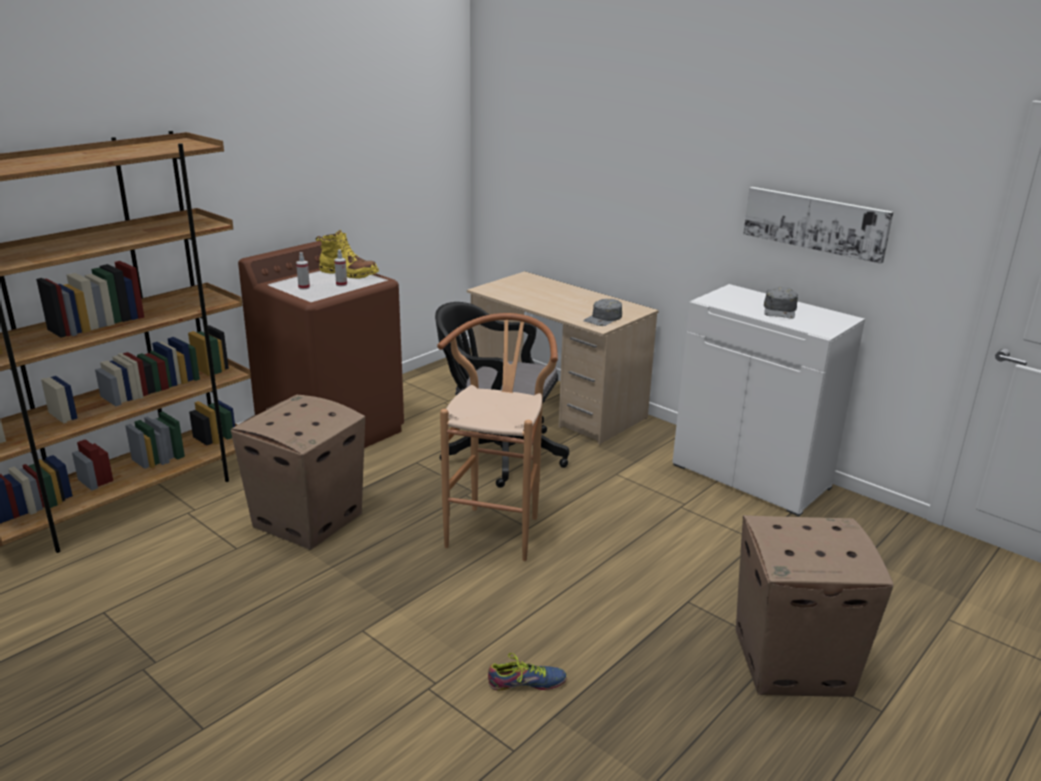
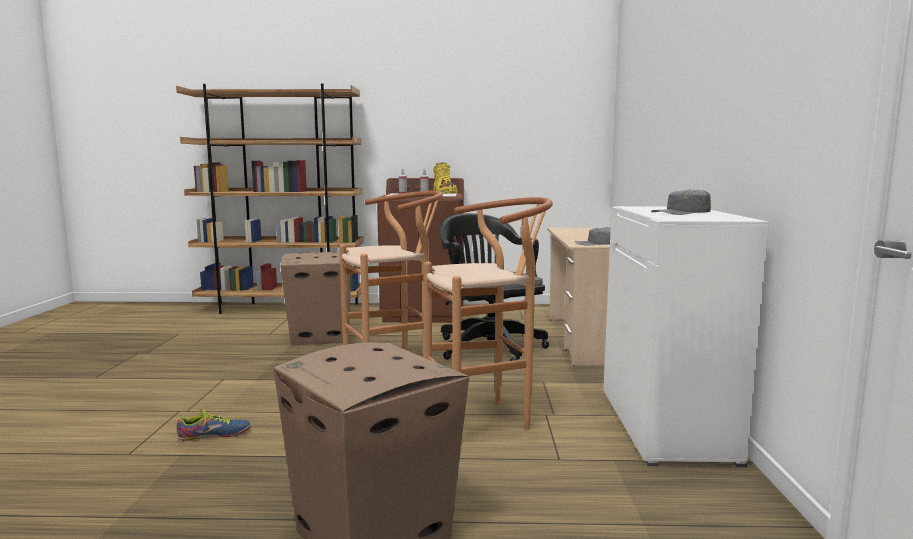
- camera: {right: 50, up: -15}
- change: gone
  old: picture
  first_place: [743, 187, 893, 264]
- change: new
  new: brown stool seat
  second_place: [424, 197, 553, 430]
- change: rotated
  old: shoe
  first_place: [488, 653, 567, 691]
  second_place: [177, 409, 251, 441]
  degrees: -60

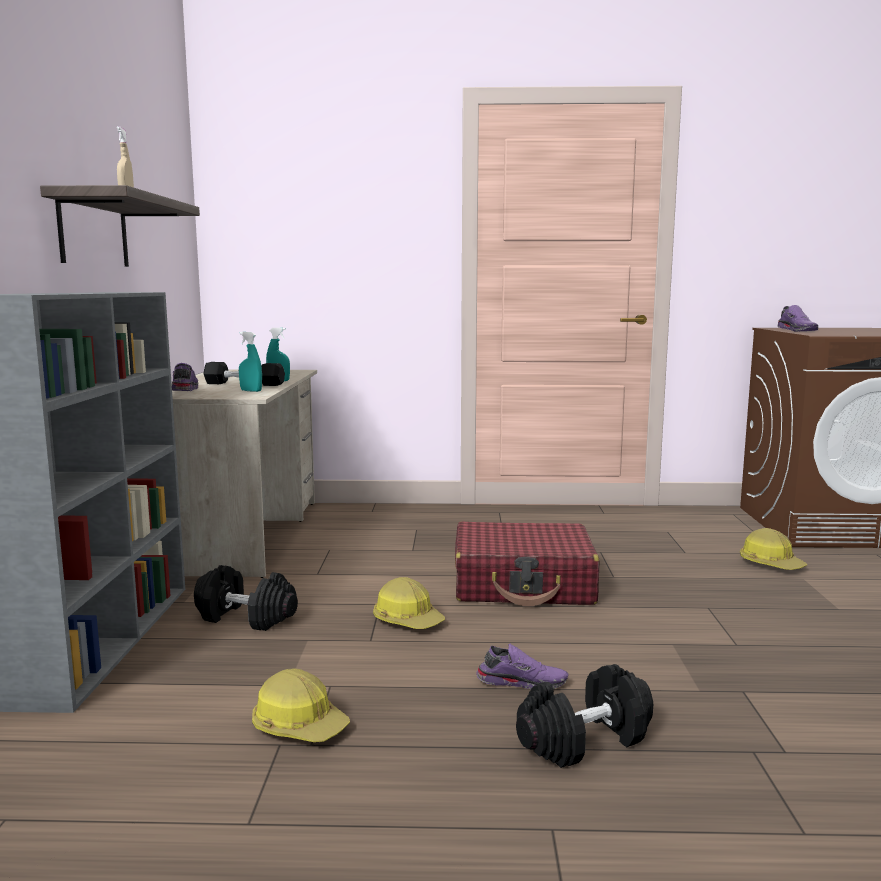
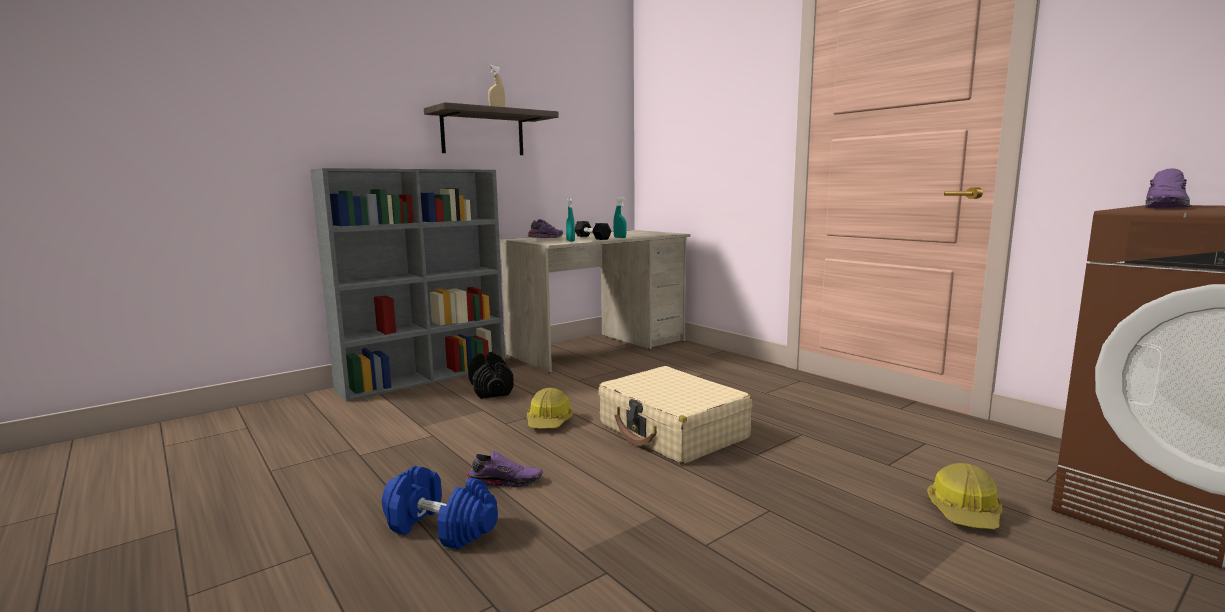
- camera: {right: 50, up: 0}
- change: gone
  old: hard hat
  first_place: [252, 668, 350, 742]
- change: repainted
  old: red suitcase
  new: beige suitcase
  first_place: [455, 521, 600, 606]
  second_place: [598, 366, 752, 464]
- change: repainted
  old: black free weight
  new: blue free weight
  first_place: [516, 664, 653, 768]
  second_place: [382, 466, 498, 550]
- change: rotated
  old: purple-coloured shoe
  first_place: [477, 644, 568, 689]
  second_place: [466, 451, 543, 487]
  degrees: -60

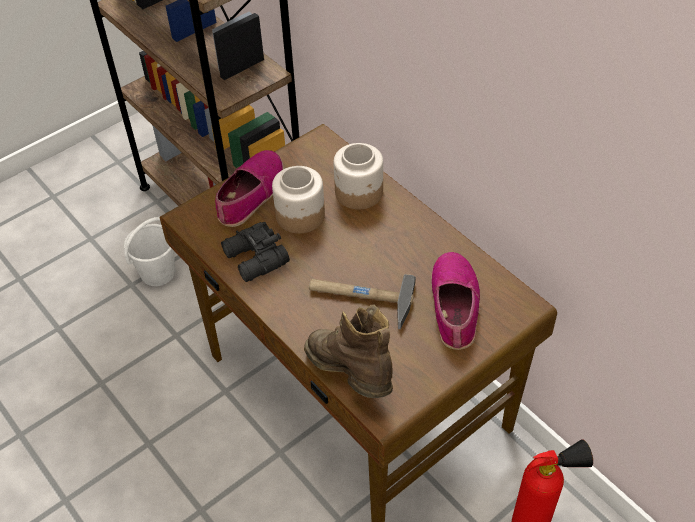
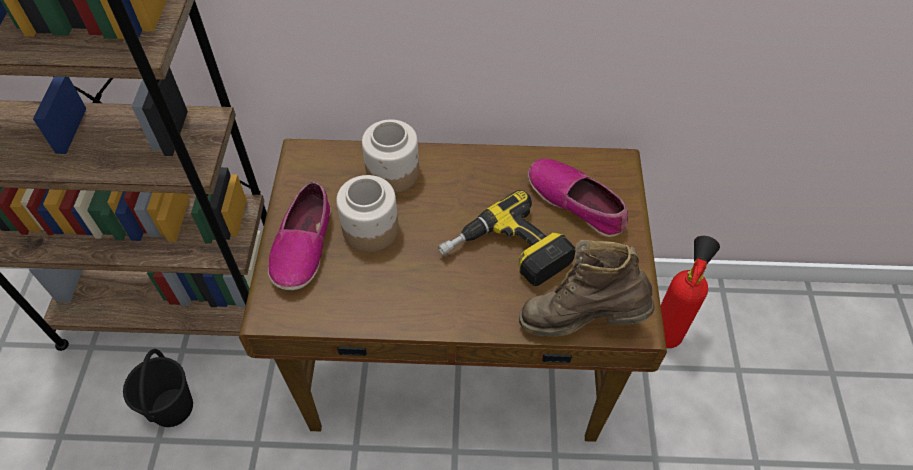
- camera: {right: -50, up: 5}
- change: gone
  old: black pair of binoculars
  first_place: [221, 222, 290, 282]
- change: swapped
  old: tool hammer
  new: electric drill
  first_place: [309, 274, 416, 330]
  second_place: [438, 190, 576, 286]
- change: repainted
  old: white bucket
  new: black bucket
  first_place: [124, 217, 175, 286]
  second_place: [123, 349, 193, 427]
- change: rotated
  old: shoe
  first_place: [215, 150, 284, 227]
  second_place: [268, 181, 331, 290]
  degrees: -150

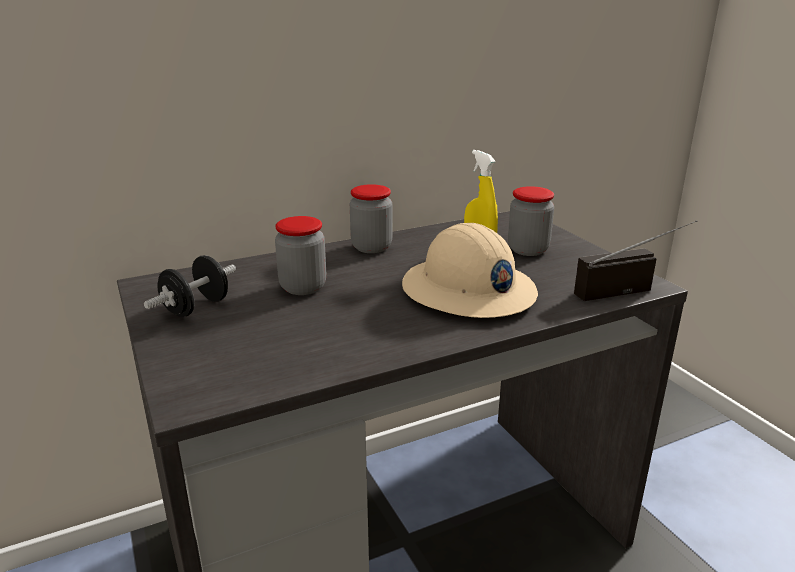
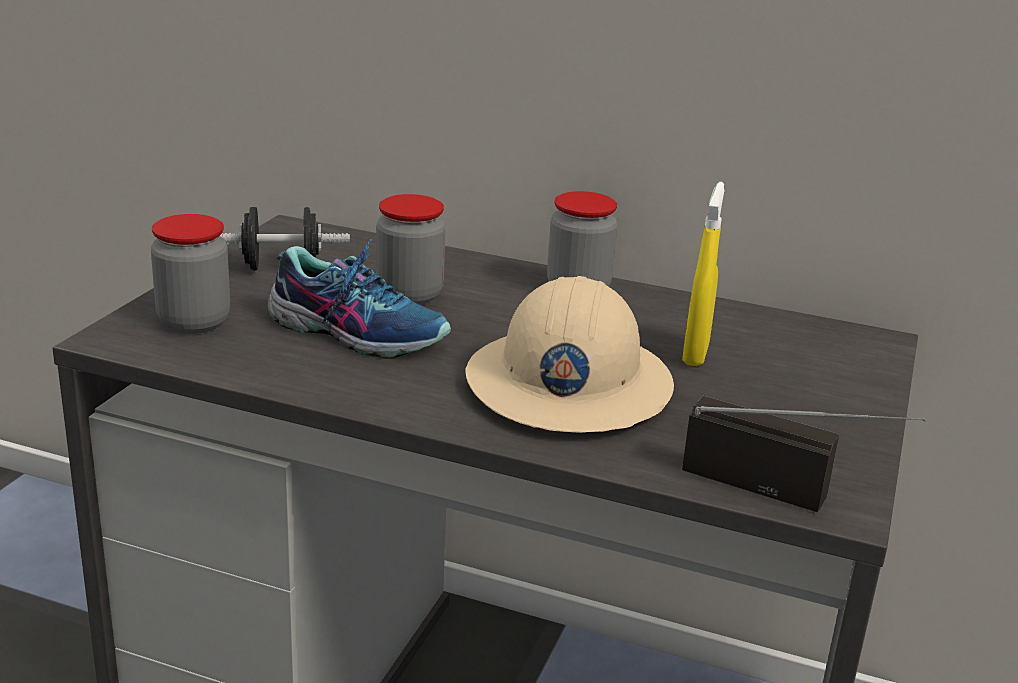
- camera: {right: 45, up: 0}
- change: new
  new: shoe
  second_place: [268, 239, 451, 359]
- change: shifted
  old: storage jar
  first_place: [508, 186, 554, 256]
  second_place: [151, 214, 230, 334]

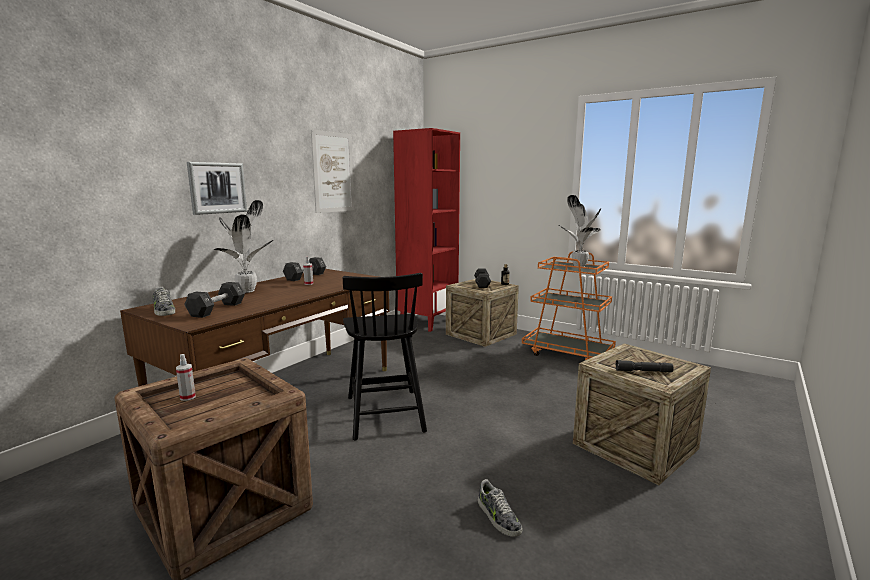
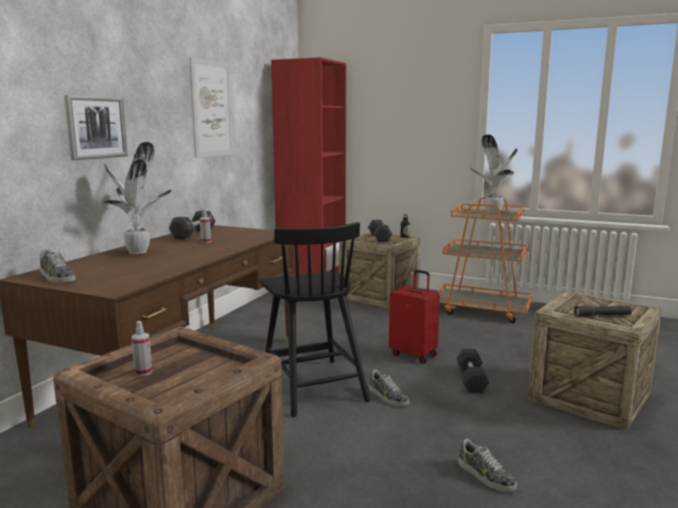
- camera: {right: -10, up: 0}
- change: new
  new: shoe
  second_place: [369, 370, 409, 407]
- change: new
  new: red suitcase
  second_place: [389, 270, 440, 363]
- change: shifted
  old: black free weight
  first_place: [184, 282, 245, 318]
  second_place: [456, 349, 490, 393]

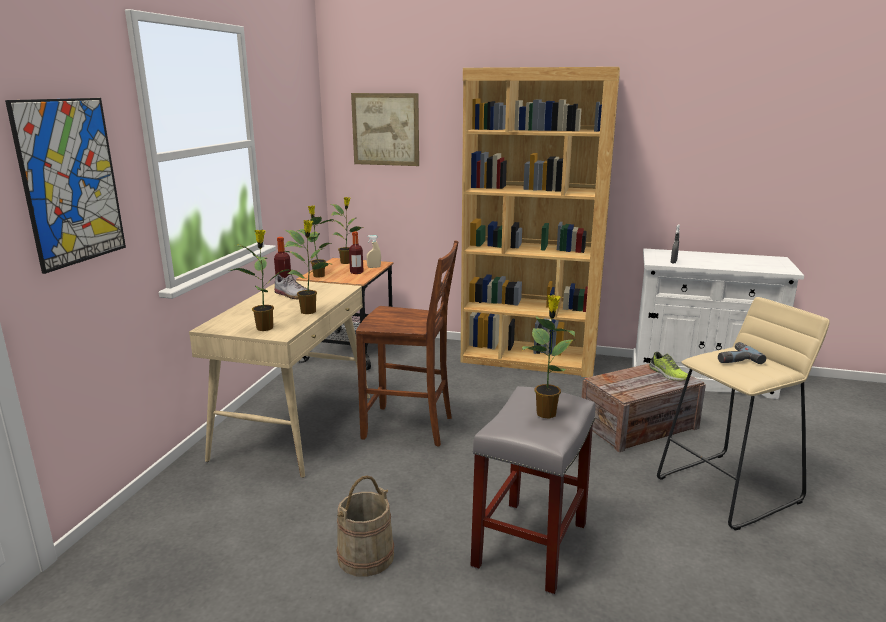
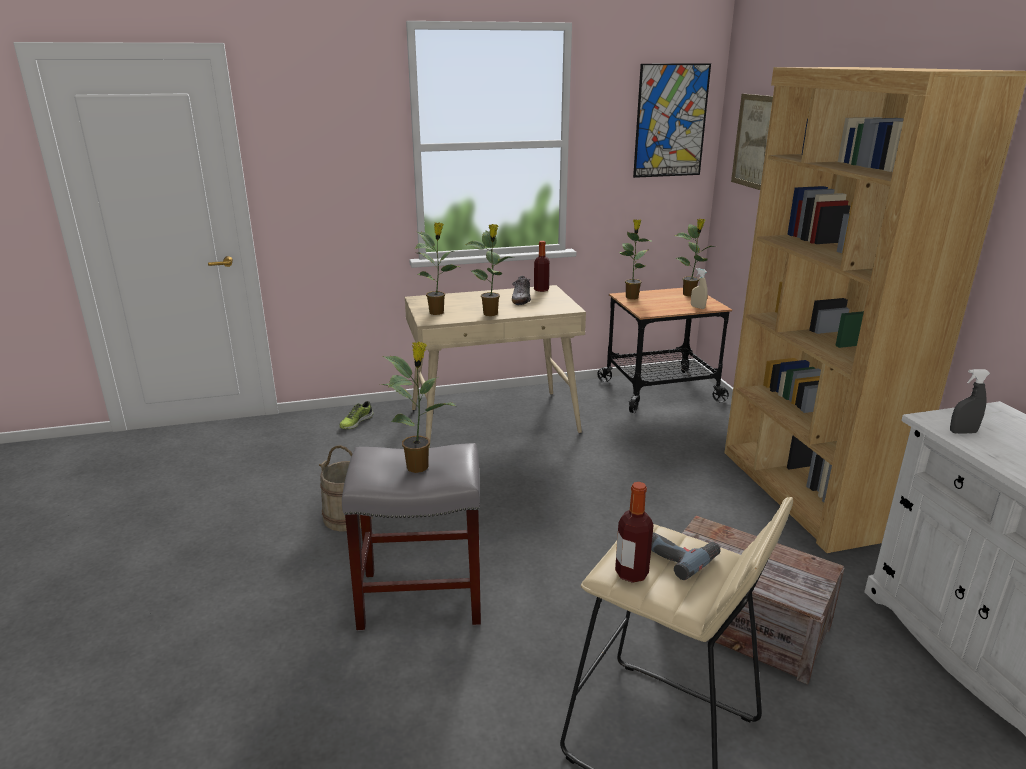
- camera: {right: 60, up: 5}
- change: gone
  old: brown plain chair
  first_place: [356, 240, 458, 447]
- change: shifted
  old: picture
  first_place: [5, 98, 126, 274]
  second_place: [633, 63, 711, 178]
- change: shifted
  old: beverage bottle
  first_place: [349, 232, 363, 274]
  second_place: [615, 482, 653, 583]
- change: shifted
  old: shoe
  first_place: [649, 352, 688, 381]
  second_place: [339, 401, 373, 429]

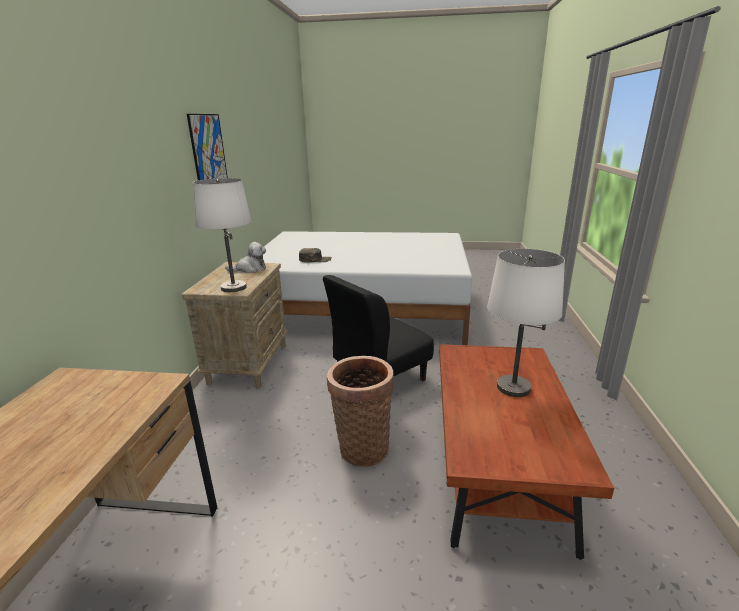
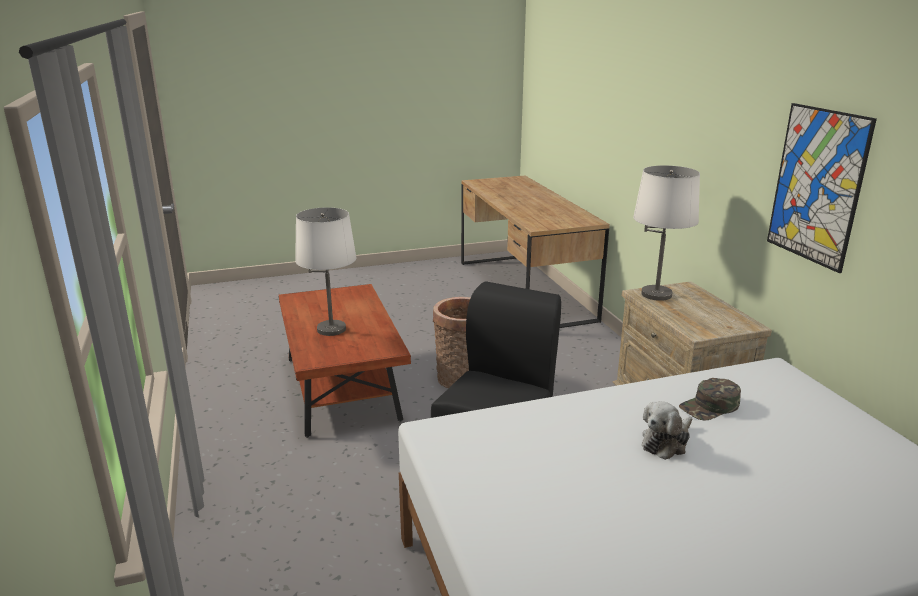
- camera: {right: 155, up: 0}
- change: shifted
  old: plush toy
  first_place: [225, 242, 266, 273]
  second_place: [642, 401, 692, 460]

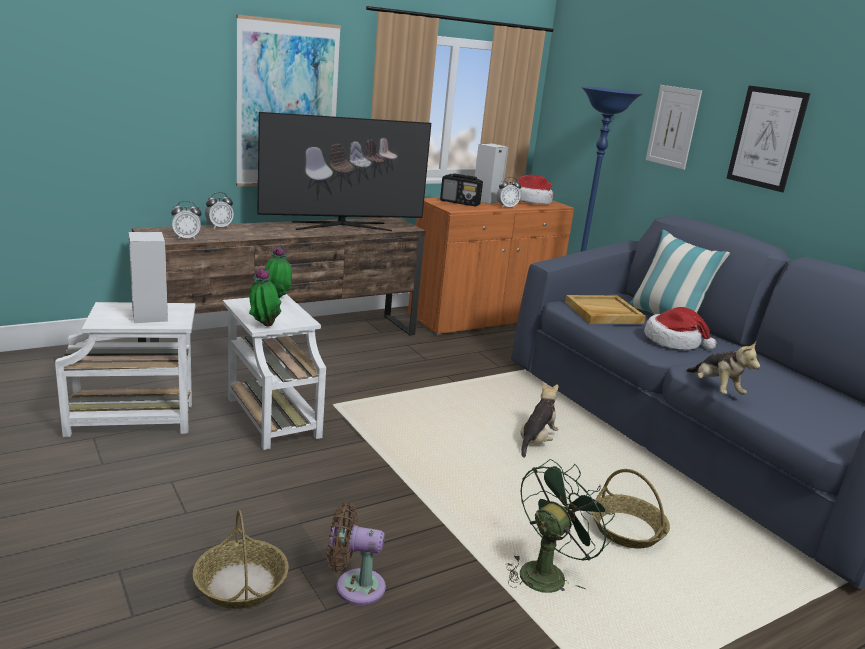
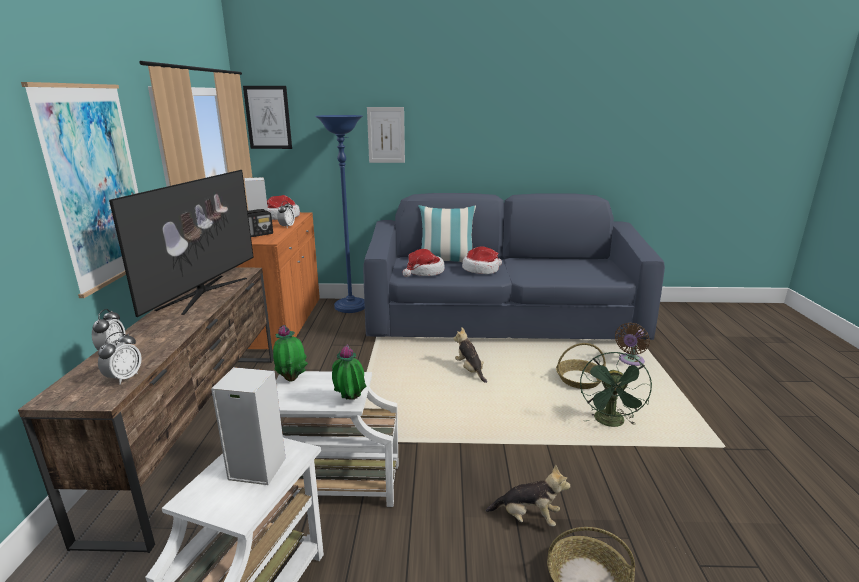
- camera: {right: -55, up: 0}
- change: shifted
  old: brown fan
  first_place: [327, 502, 386, 605]
  second_place: [615, 323, 650, 366]
- change: shifted
  old: plush toy
  first_place: [686, 342, 760, 395]
  second_place: [485, 464, 571, 527]
- change: shifted
  old: picture
  first_place: [726, 86, 811, 192]
  second_place: [243, 86, 292, 149]
- change: swapped
  old: beige tray
  new: clothing hat
  first_place: [565, 295, 646, 324]
  second_place: [403, 249, 445, 277]
- change: rotated
  old: green-coloured fan
  first_place: [505, 459, 615, 593]
  second_place: [580, 352, 652, 427]
  degrees: -150

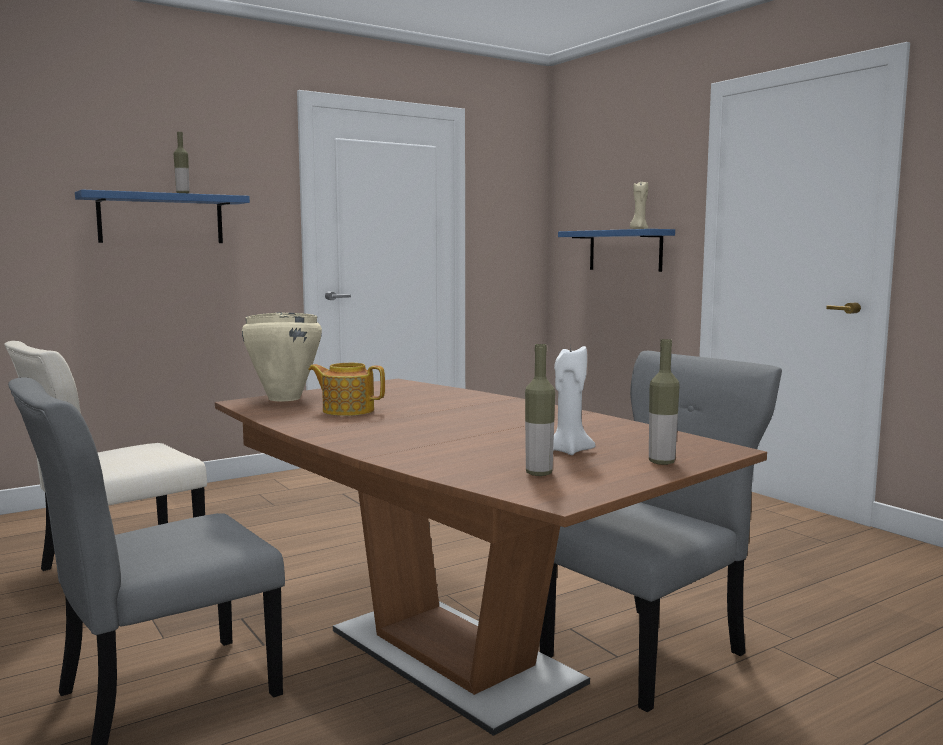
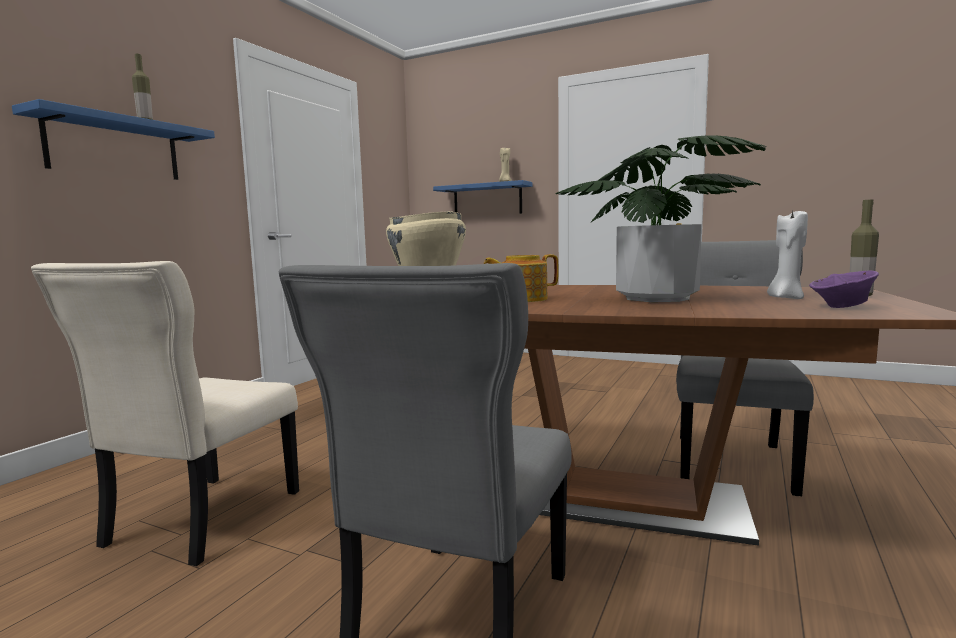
- camera: {right: -30, up: 0}
- change: new
  new: potted plant
  second_place: [556, 135, 767, 302]
- change: swapped
  old: beverage bottle
  new: purple-coloured deep dish
  first_place: [525, 344, 555, 476]
  second_place: [809, 270, 879, 308]

